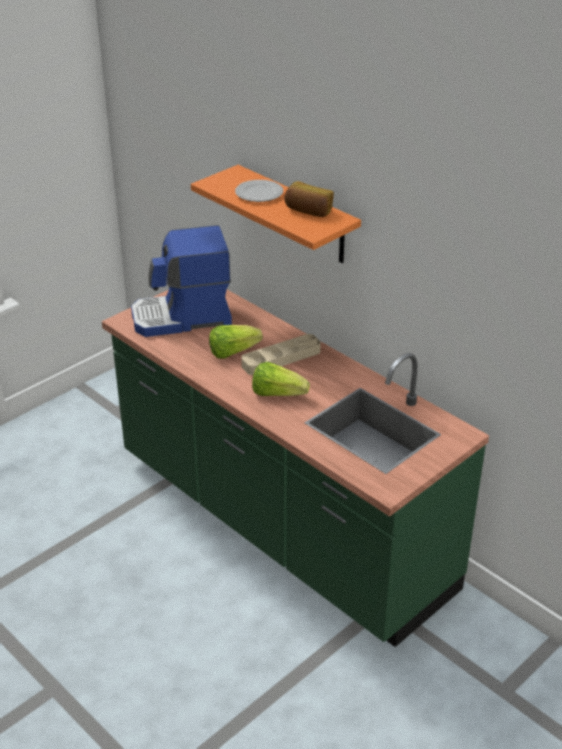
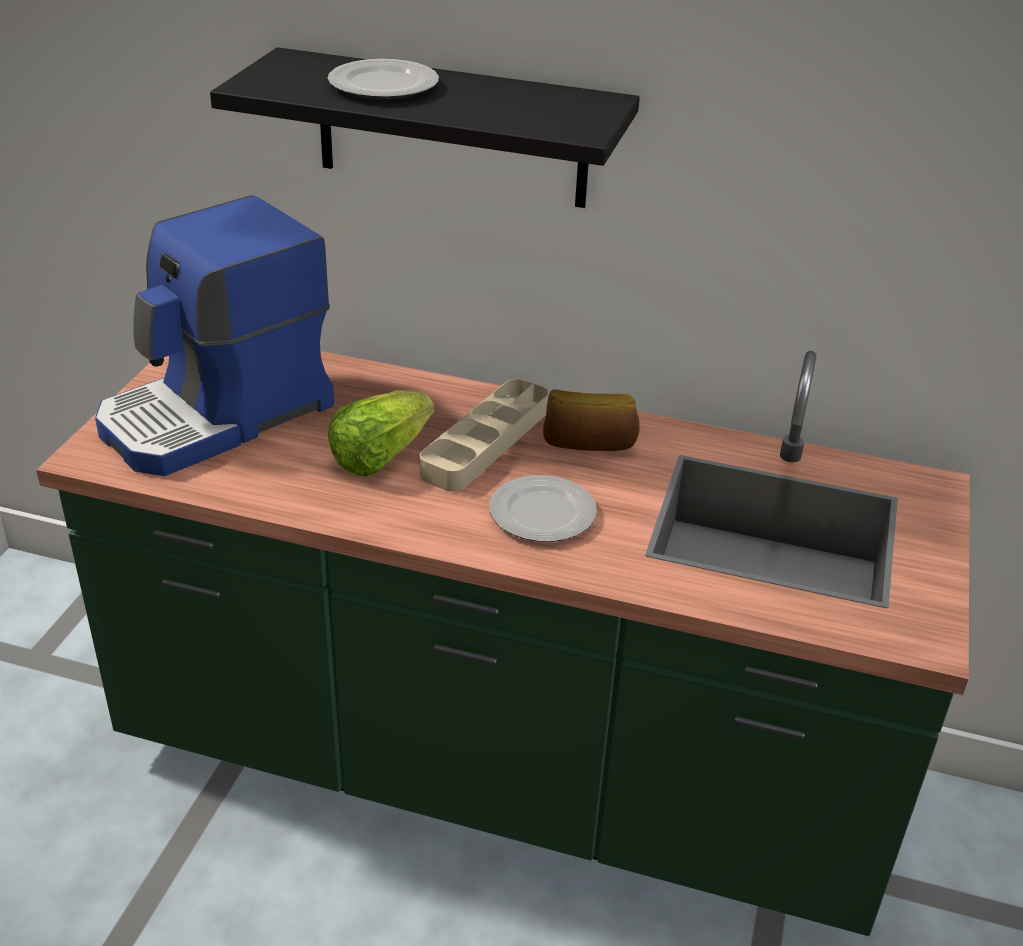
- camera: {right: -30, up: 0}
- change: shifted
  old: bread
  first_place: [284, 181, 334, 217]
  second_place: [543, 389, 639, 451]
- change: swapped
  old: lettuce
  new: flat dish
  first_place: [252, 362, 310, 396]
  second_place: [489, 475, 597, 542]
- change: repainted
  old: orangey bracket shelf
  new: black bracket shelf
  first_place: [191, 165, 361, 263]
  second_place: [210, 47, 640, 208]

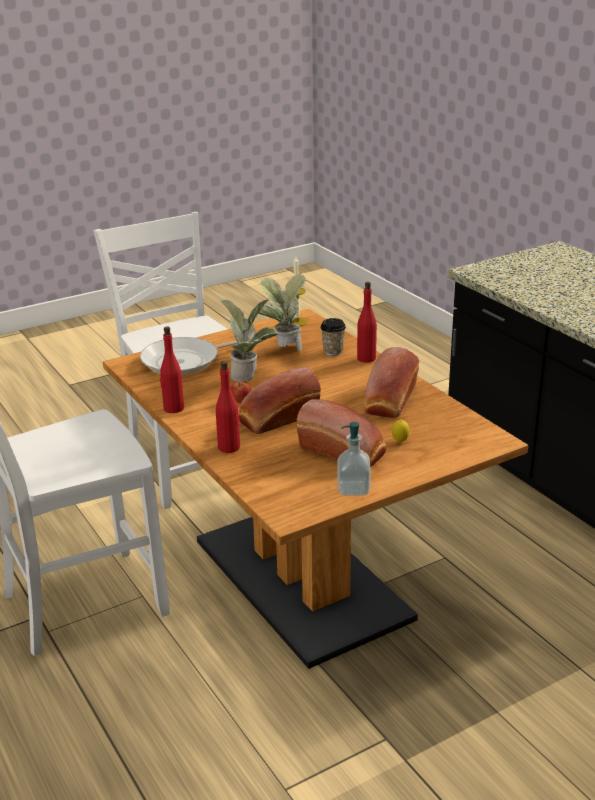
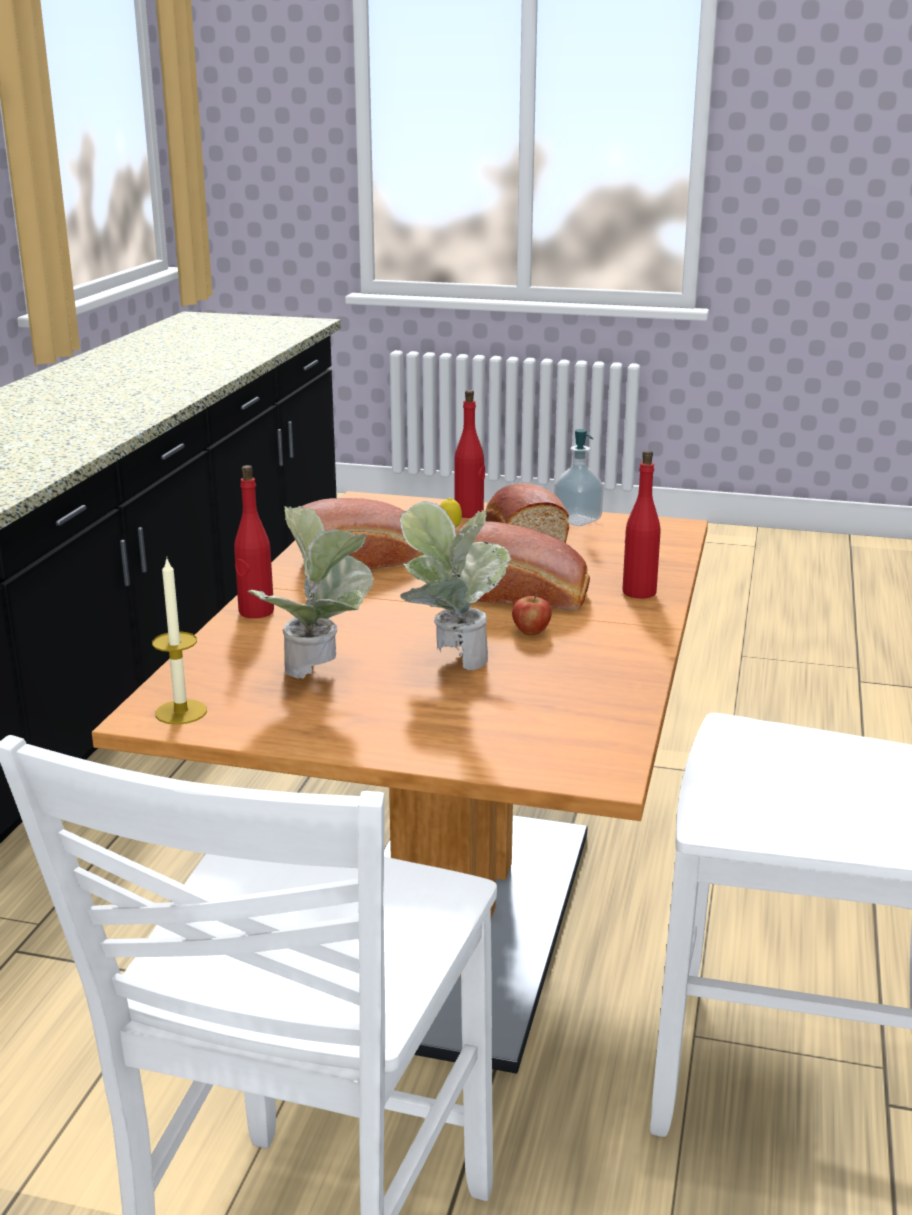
- camera: {right: -135, up: -5}
- change: gone
  old: pan
  first_place: [140, 337, 239, 376]
- change: gone
  old: small cup
  first_place: [320, 318, 346, 356]
- change: shifted
  old: red beverage bottle
  first_place: [160, 326, 184, 413]
  second_place: [454, 390, 485, 518]

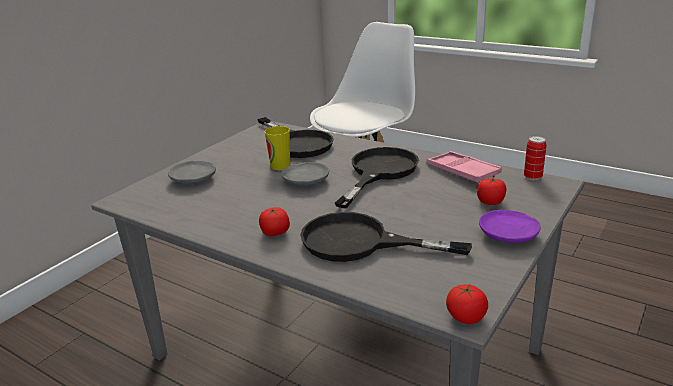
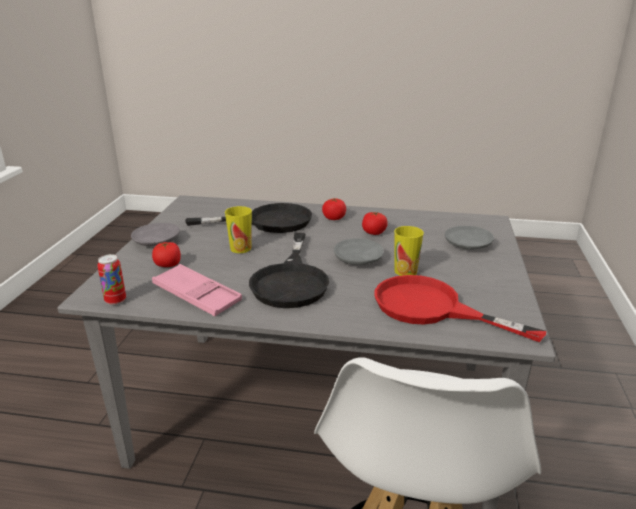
- camera: {right: 155, up: 0}
- change: new
  new: small cup
  second_place: [225, 206, 252, 253]
- change: shifted
  old: tomato
  first_place: [446, 284, 488, 324]
  second_place: [362, 212, 388, 235]
- change: repainted
  old: black pan
  new: red pan
  first_place: [257, 117, 334, 158]
  second_place: [375, 275, 546, 342]
- change: repainted
  old: purple-coloured flat dish
  new: greyish flat dish
  first_place: [479, 210, 541, 243]
  second_place: [131, 223, 180, 246]

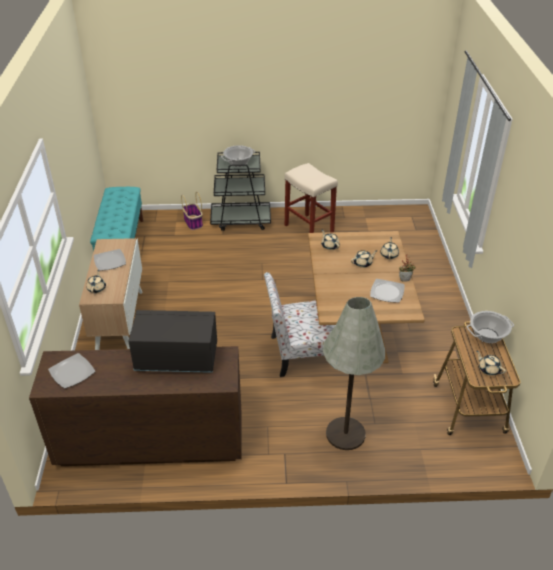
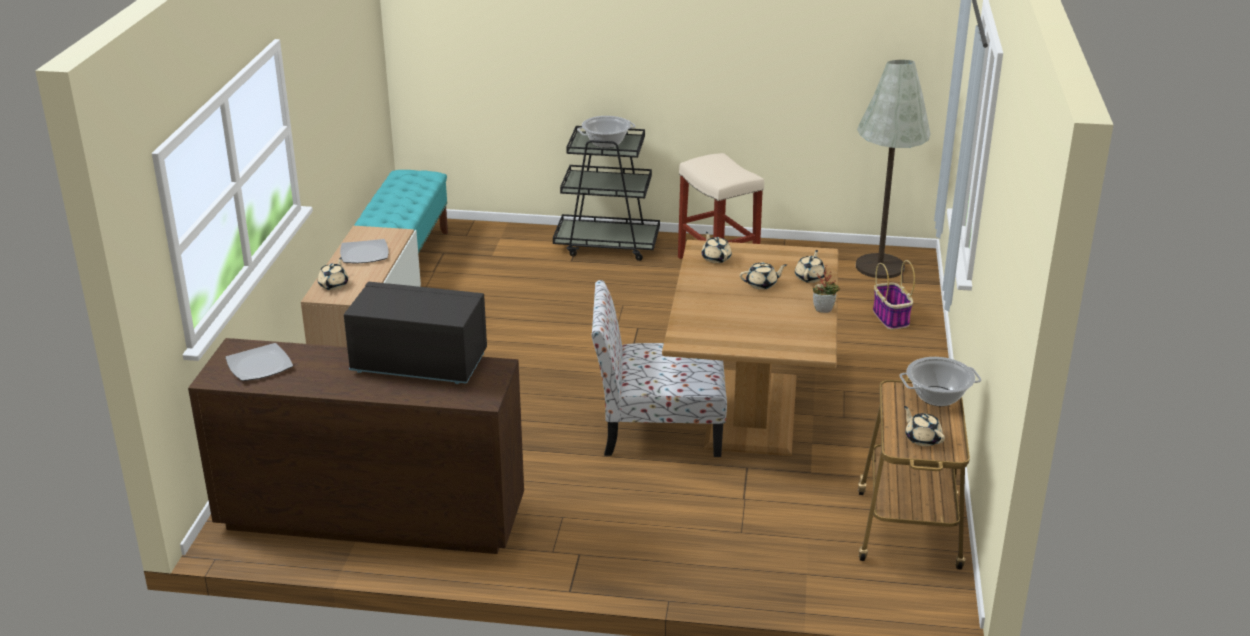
- camera: {right: 10, up: -10}
- change: gone
  old: flat dish
  first_place: [370, 279, 405, 303]
- change: shifted
  old: household basket
  first_place: [181, 192, 203, 230]
  second_place: [873, 260, 915, 330]
- change: shifted
  old: greyish standard lamp
  first_place: [323, 297, 385, 450]
  second_place: [856, 60, 931, 279]

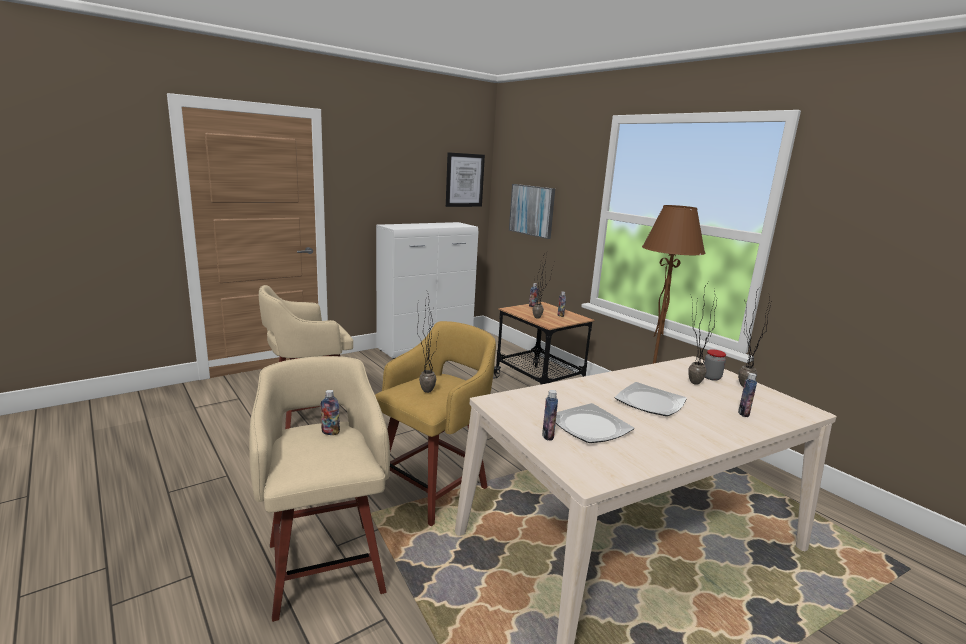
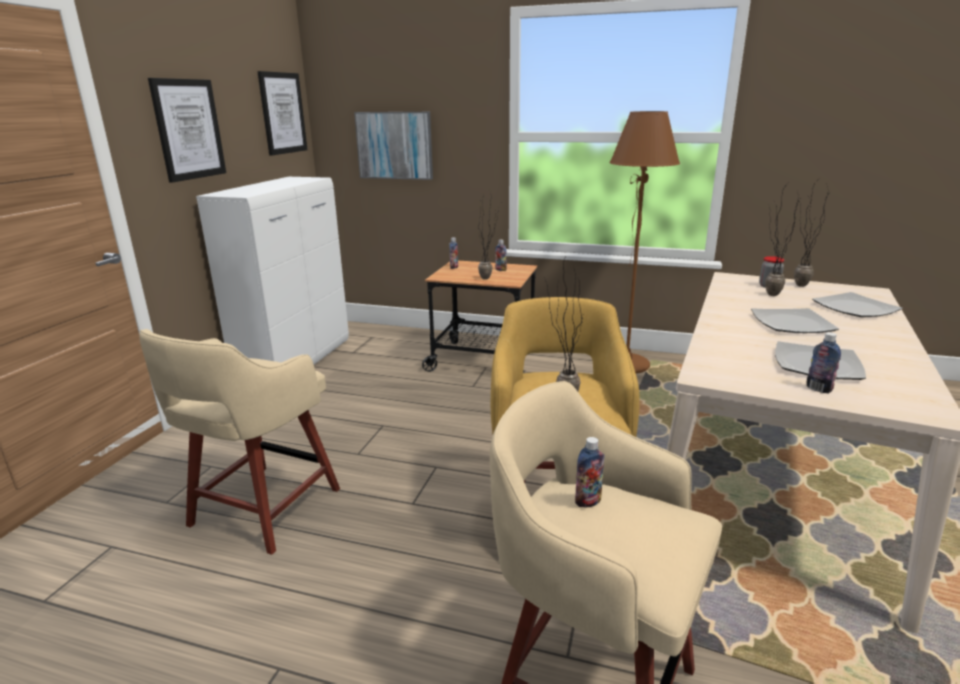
- camera: {right: -35, up: 5}
- change: new
  new: picture
  second_place: [148, 78, 226, 183]
- change: swapped
  old: beverage bottle
  new: flat dish
  first_place: [738, 373, 757, 417]
  second_place: [812, 292, 903, 317]

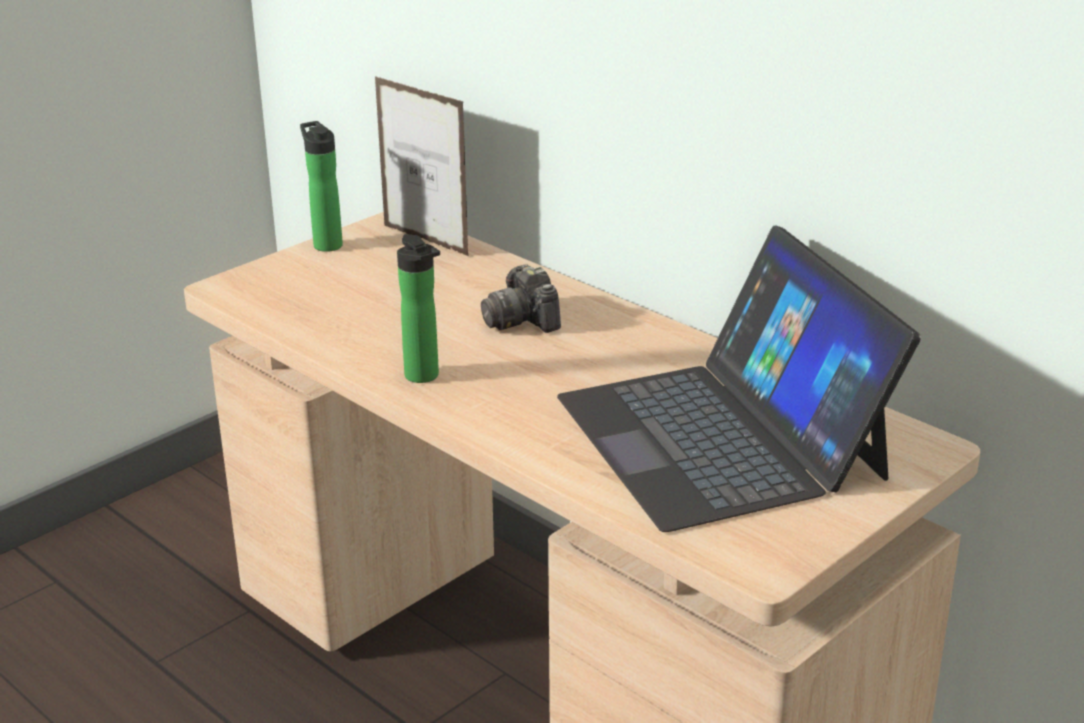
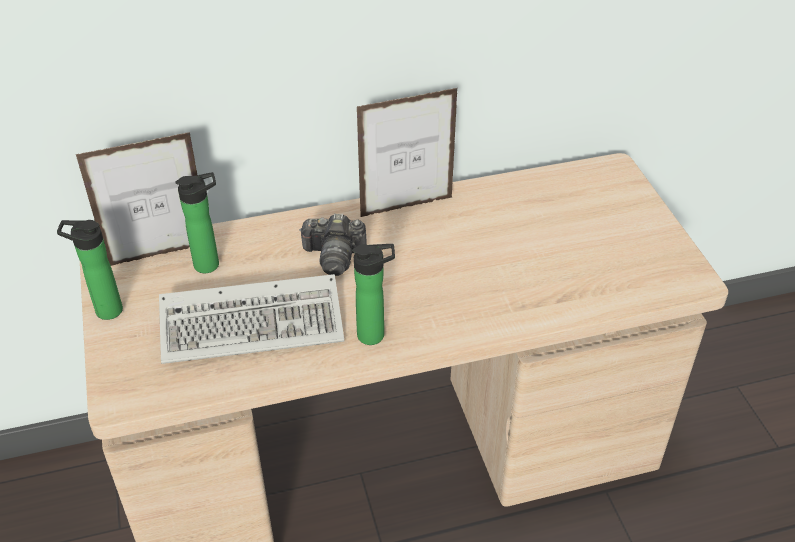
- camera: {right: -60, up: 15}
- change: gone
  old: notebook computer
  first_place: [557, 226, 921, 532]
- change: new
  new: PC keyboard
  second_place: [159, 274, 344, 364]
- change: new
  new: beverage bottle
  second_place: [176, 172, 219, 273]
- change: new
  new: photo frame
  second_place: [357, 88, 458, 217]

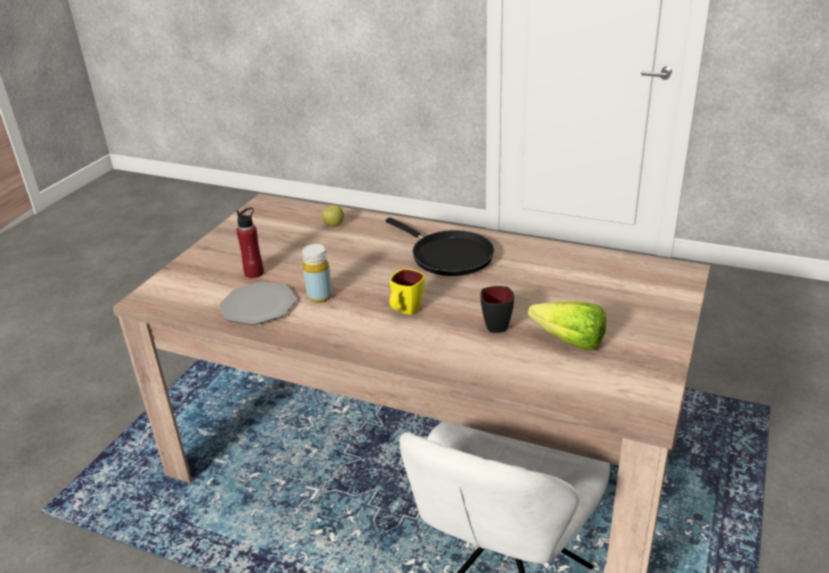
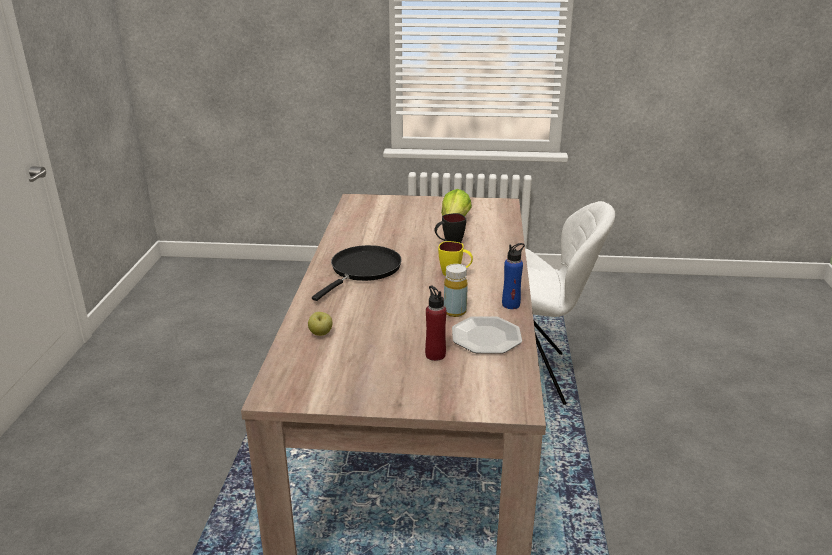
- camera: {right: -110, up: -5}
- change: new
  new: blue beverage bottle
  second_place: [502, 243, 525, 309]

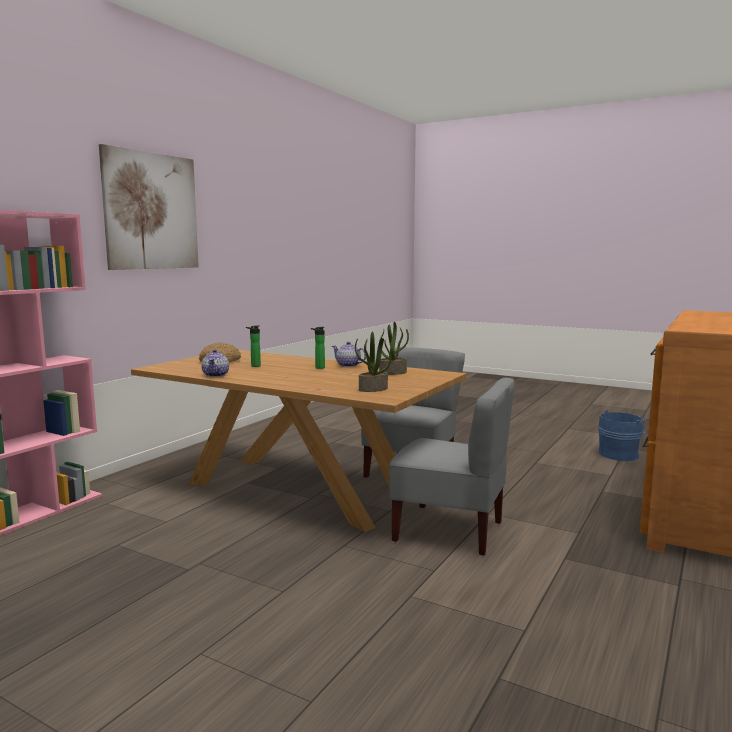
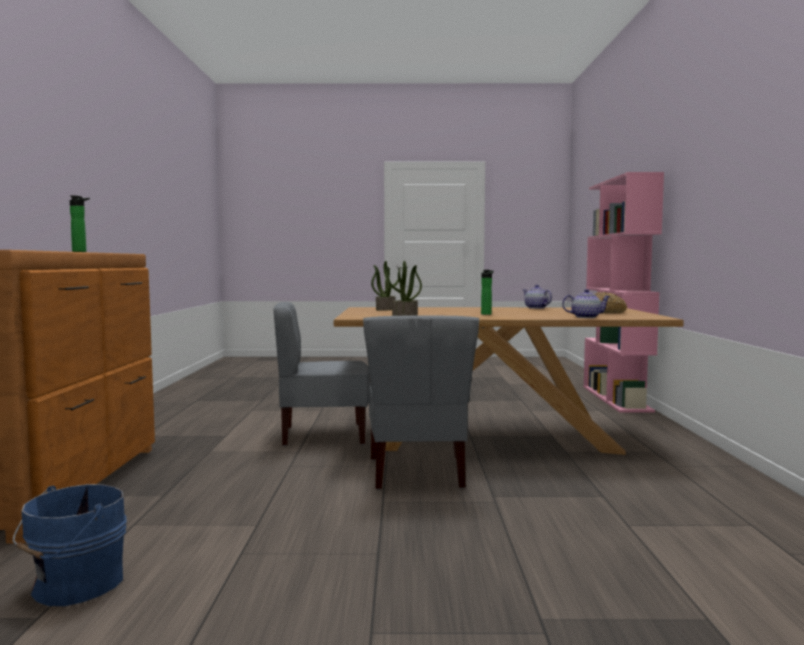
- camera: {right: 150, up: -5}
- change: gone
  old: picture
  first_place: [99, 144, 199, 270]
- change: shifted
  old: beverage bottle
  first_place: [246, 326, 261, 367]
  second_place: [70, 195, 90, 252]
- change: shifted
  old: pot for tea
  first_place: [332, 342, 366, 367]
  second_place: [562, 289, 611, 318]

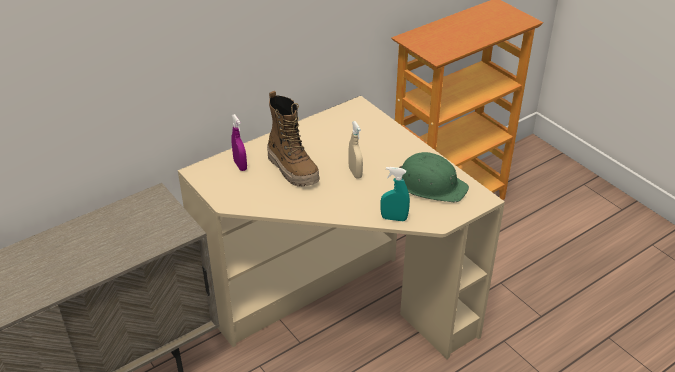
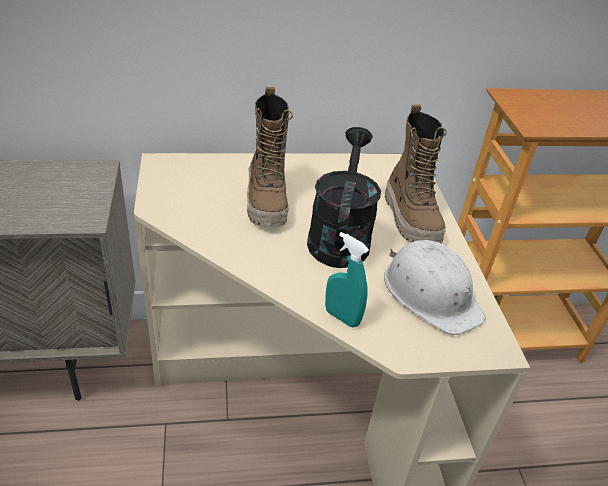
- camera: {right: 25, up: 0}
- change: gone
  old: purple-coloured sprayer
  first_place: [231, 114, 247, 171]
- change: new
  new: tall boot
  second_place: [385, 104, 447, 243]
- change: swapped
  old: beige sprayer
  new: black sprinkling can
  first_place: [348, 121, 363, 179]
  second_place: [307, 127, 381, 268]
- change: repainted
  old: green-coloured hard hat
  new: white hard hat
  first_place: [399, 152, 469, 202]
  second_place: [384, 240, 486, 335]

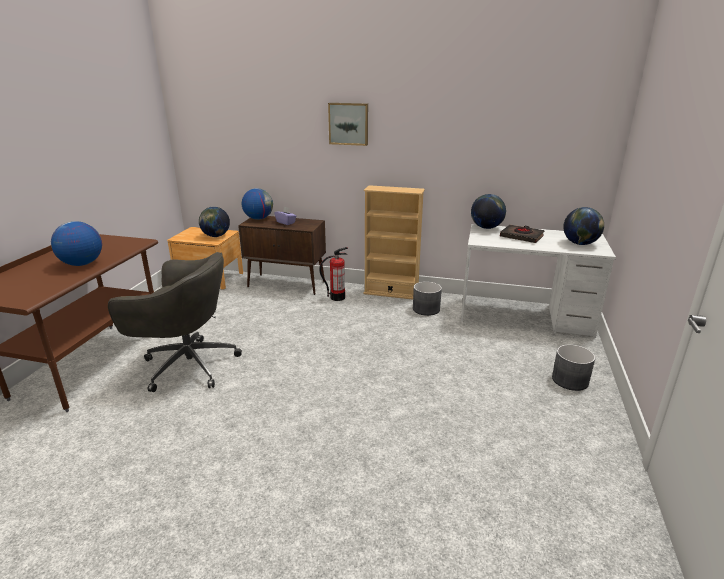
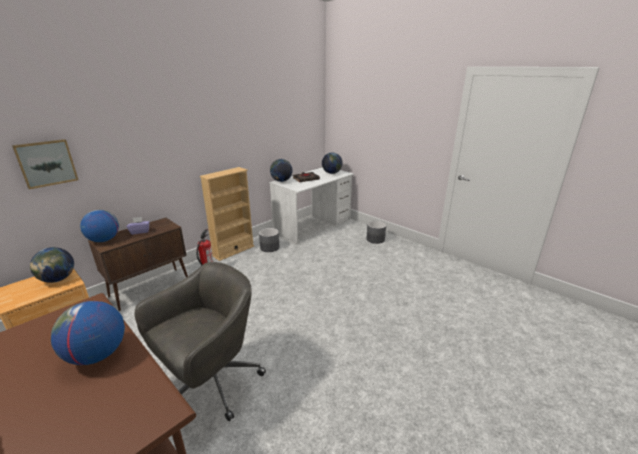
- camera: {right: -60, up: 0}
- change: shifted
  old: picture
  first_place: [328, 103, 368, 146]
  second_place: [12, 139, 78, 189]

